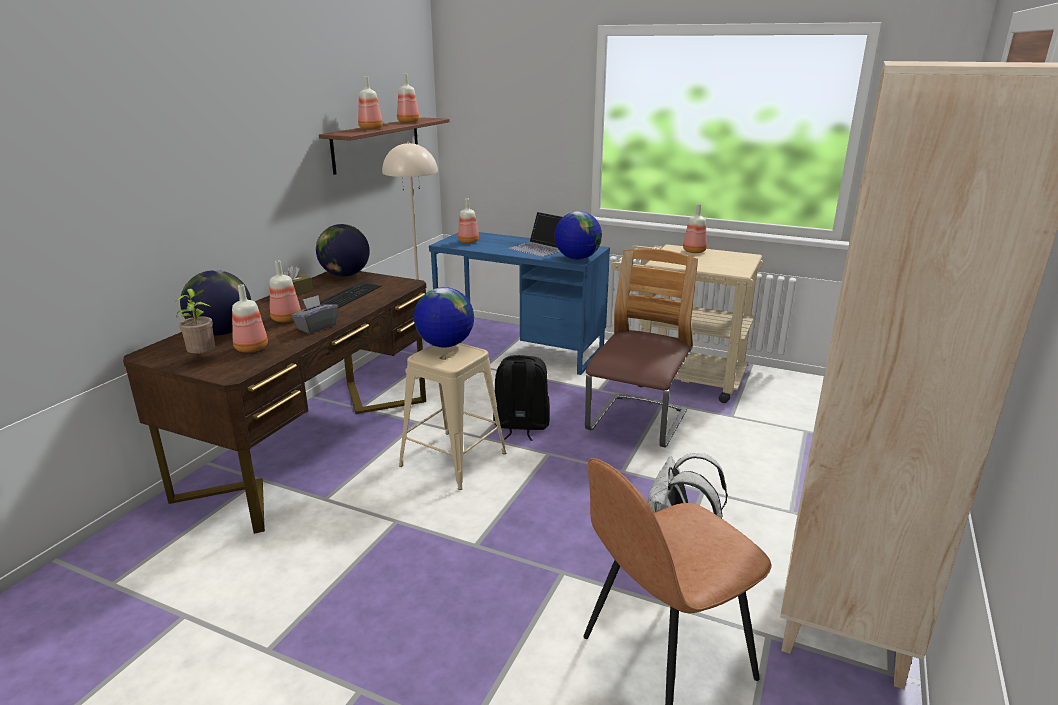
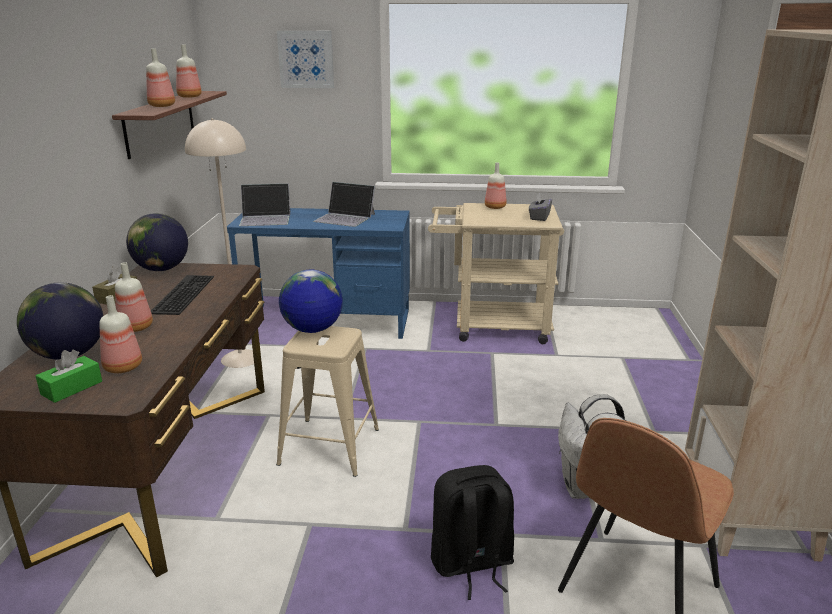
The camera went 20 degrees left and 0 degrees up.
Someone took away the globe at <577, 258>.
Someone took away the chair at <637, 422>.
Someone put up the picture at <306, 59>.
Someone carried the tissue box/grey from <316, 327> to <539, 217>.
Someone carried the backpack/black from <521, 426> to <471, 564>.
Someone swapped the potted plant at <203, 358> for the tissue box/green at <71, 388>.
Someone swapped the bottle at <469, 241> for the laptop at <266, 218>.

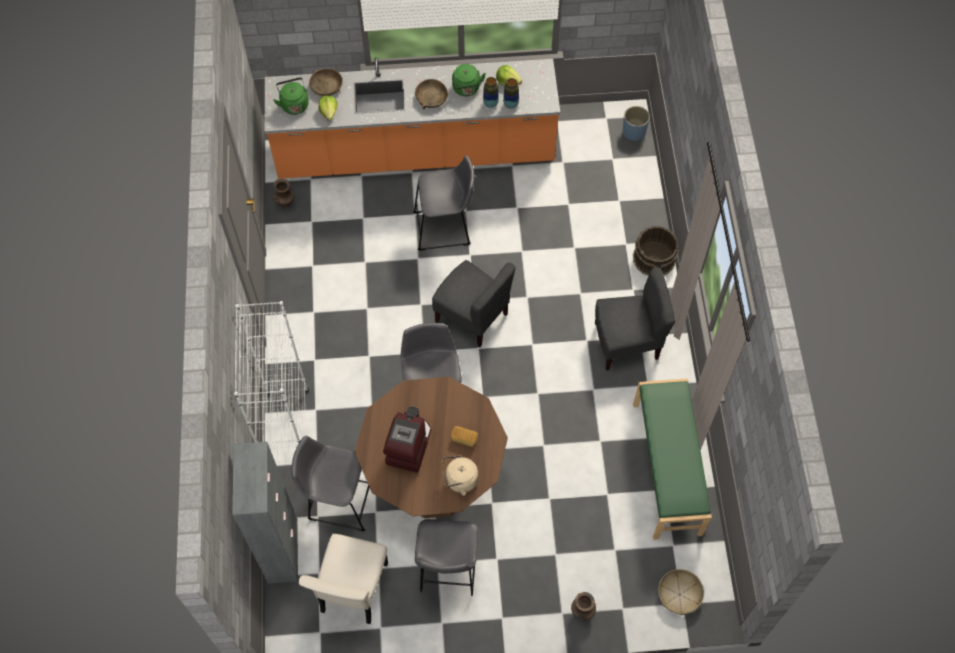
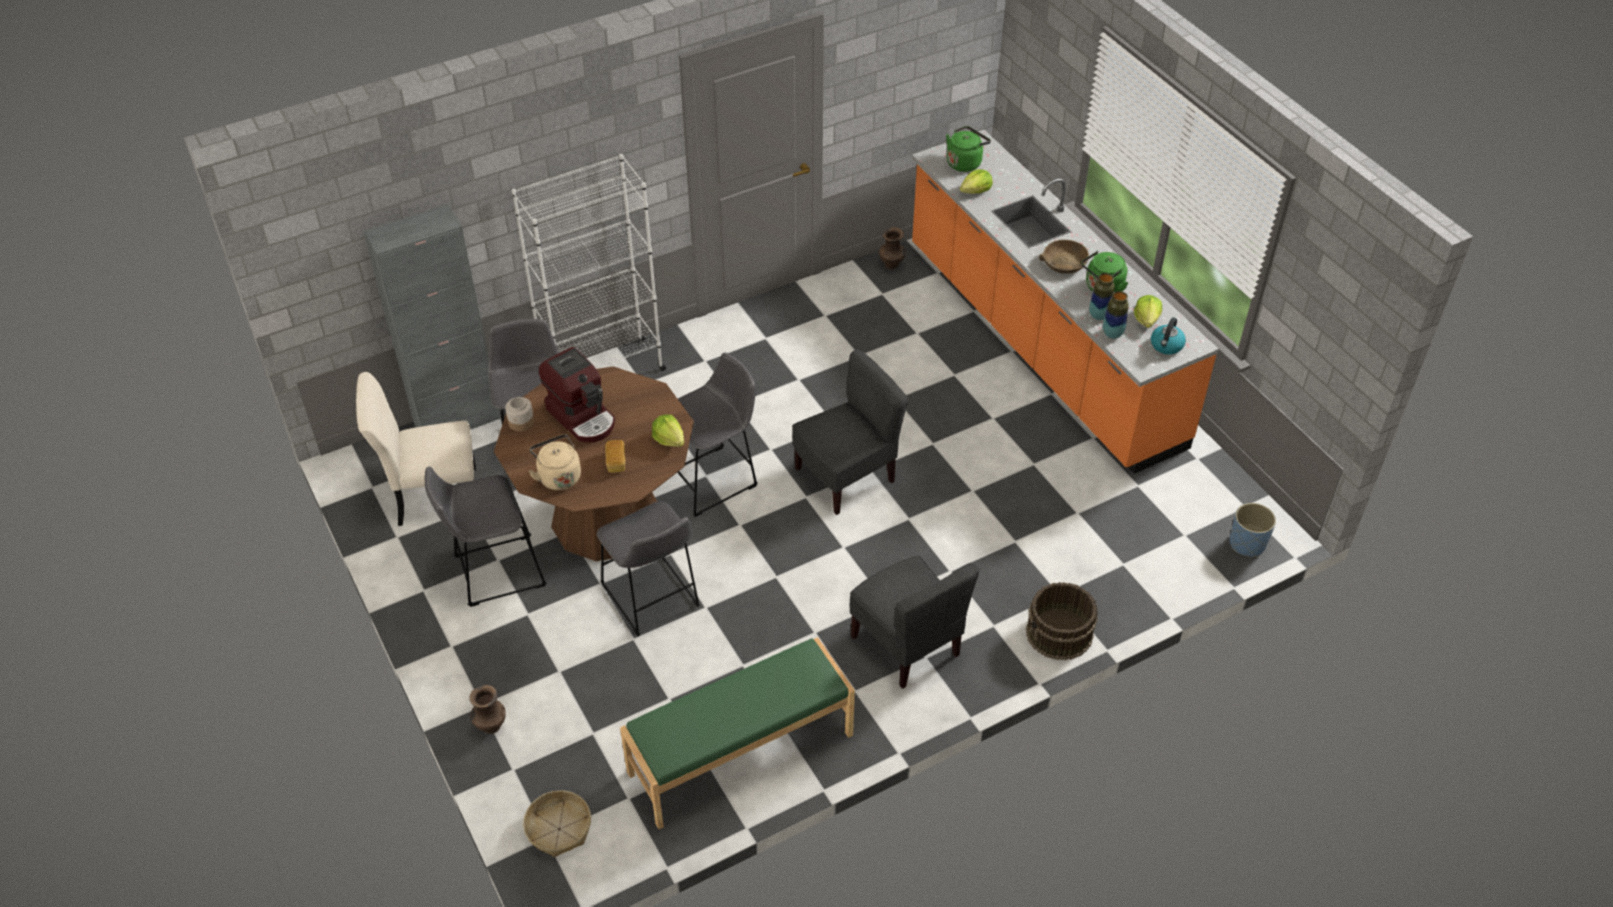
The camera went 65 degrees right and 15 degrees down.
Someone took away the bowl/brown at <326, 86>.
Someone put down the jar at <521, 422>.
Someone put down the lettuce at <669, 439>.
Someone put down the kettle at <1166, 346>.
Someone carried the stool/grey from <445, 228> to <652, 599>.
Someone rotated the coffee machine at <408, 445> by 60 degrees clockwise.
Someone rotated the chair/grey at <472, 317> by 135 degrees counterclockwise.

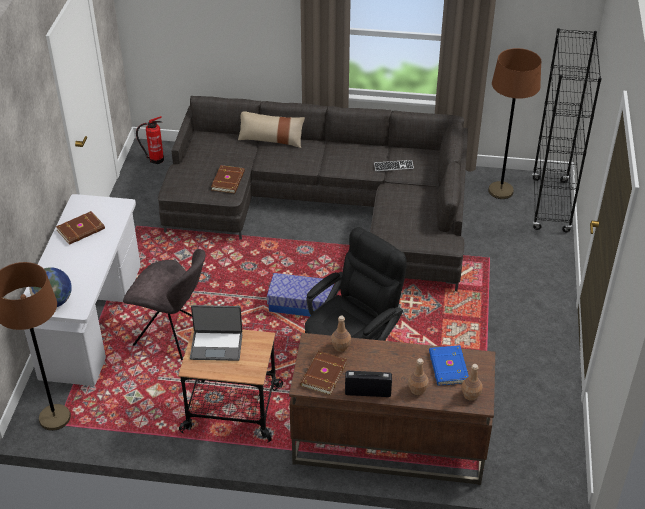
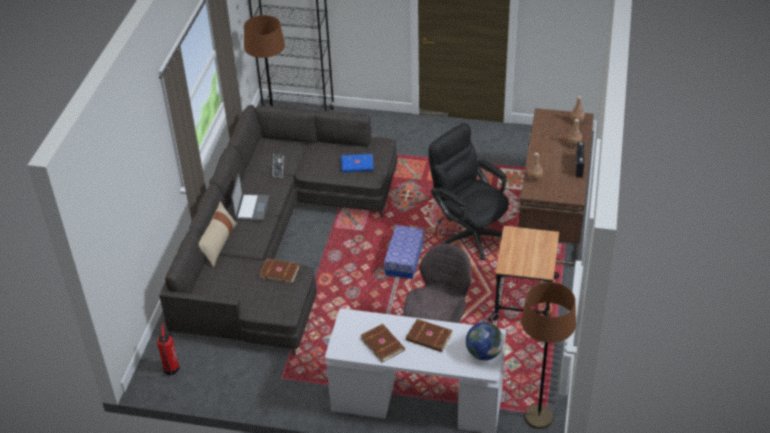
The camera went 85 degrees left and 0 degrees up.
Someone carried the laptop from <216, 345> to <251, 208>.
Someone carried the book/brown from <322, 374> to <429, 338>.
Someone carried the book/blue from <447, 367> to <357, 165>.

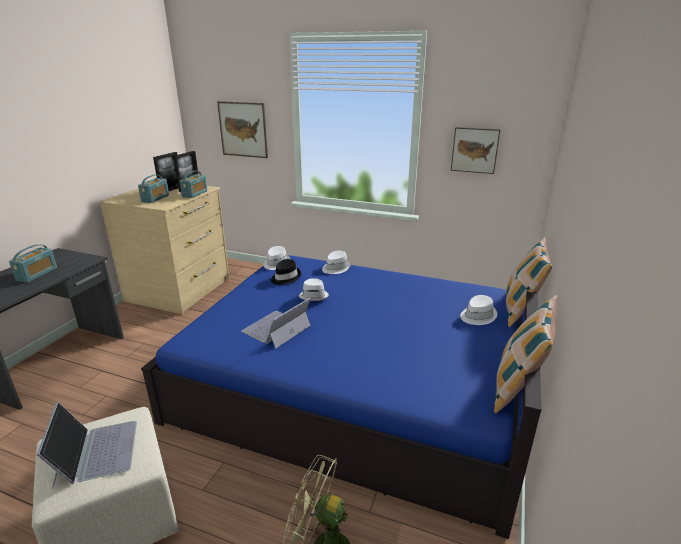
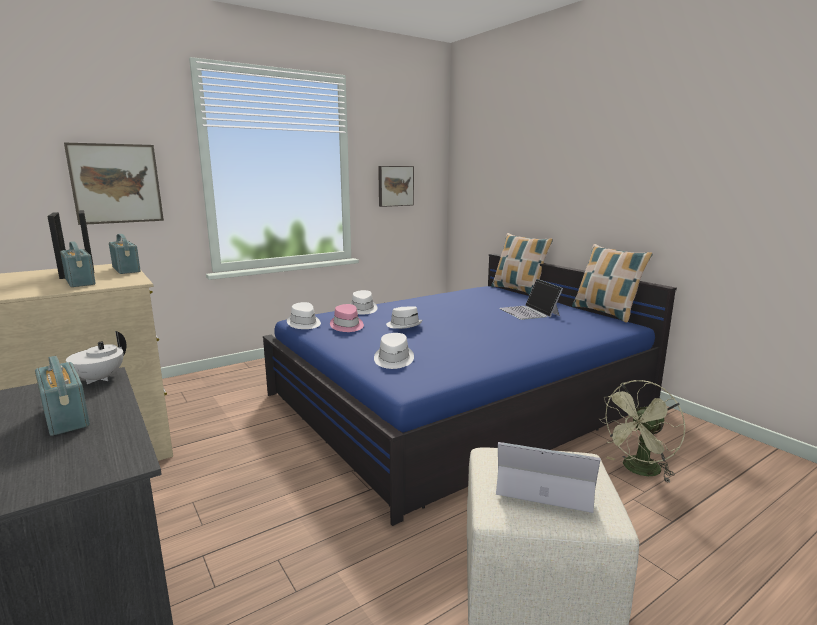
The camera went 55 degrees left and 10 degrees down.
Someone put down the teapot/white at <98, 379>.
Someone carried the laptop from <276, 329> to <529, 312>.
Someone carried the hat/white from <477, 316> to <393, 359>.
Someone repainted the hat/black at <285, 277>, which became the hat/pink at <346, 326>.

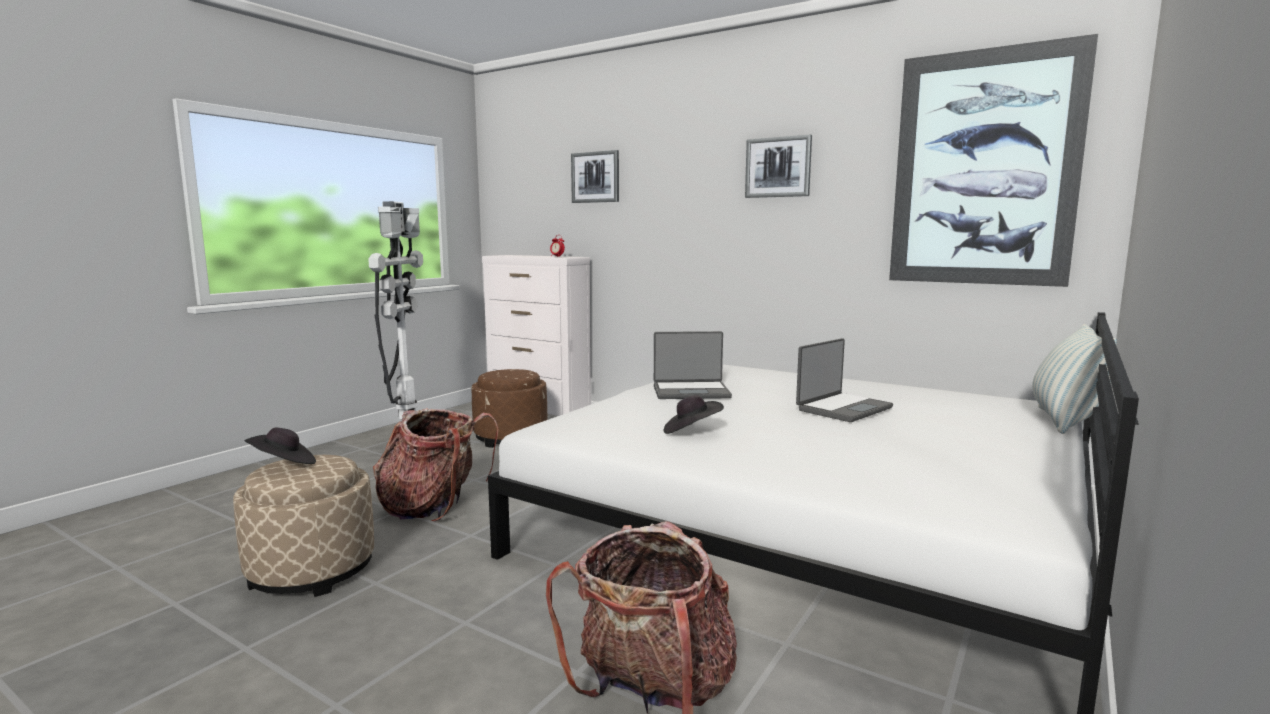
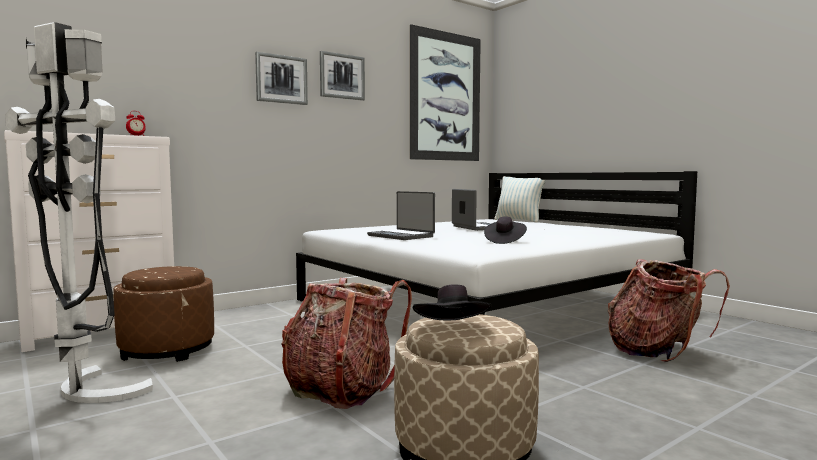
The camera went 70 degrees left and 5 degrees down.
Someone carried the picture from <595, 177> to <281, 79>.
Someone rotated the laptop at <691, 392> by 120 degrees clockwise.

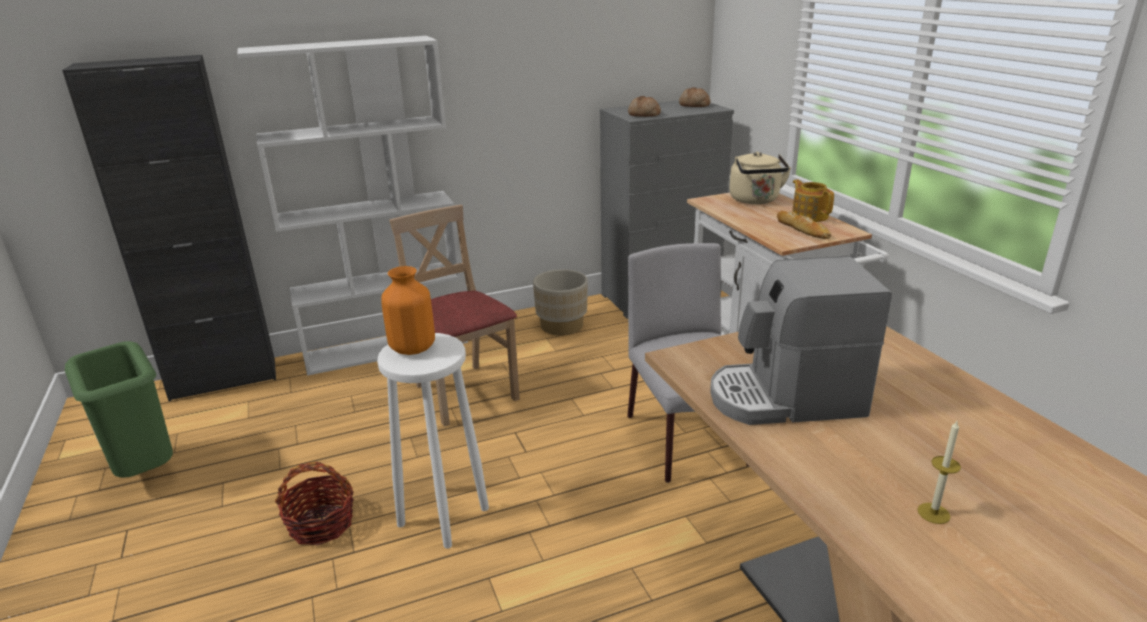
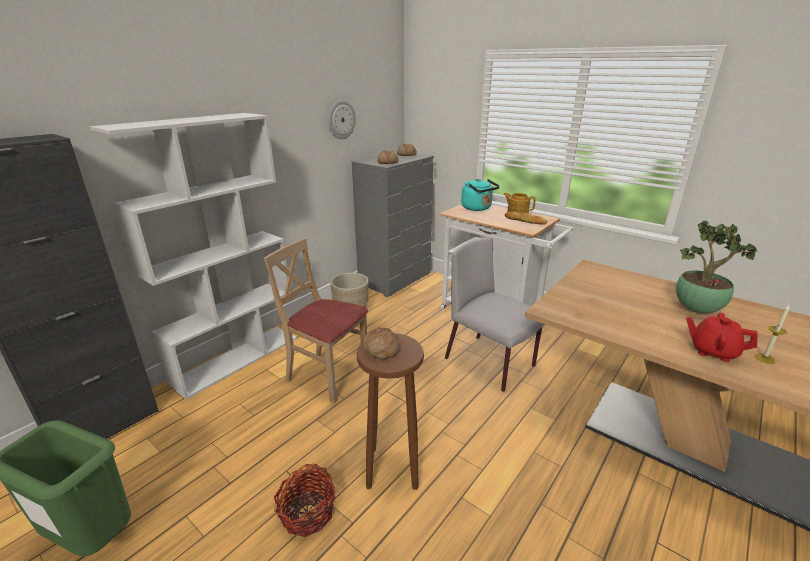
The camera went 30 degrees left and 0 degrees up.
Someone took away the coffee machine at <785, 398>.
Someone put up the wall clock at <341, 119>.
Someone put down the potted plant at <698, 310>.
Someone put down the teapot/red at <712, 351>.
Someone swapped the vase/orange at <412, 348> for the bread at <380, 349>.
Someone repainted the stool/white at <442, 516>, which became the stool/brown at <392, 467>.
Someone repainted the kettle/beige at <755, 200>, which became the kettle/turquoise at <478, 208>.

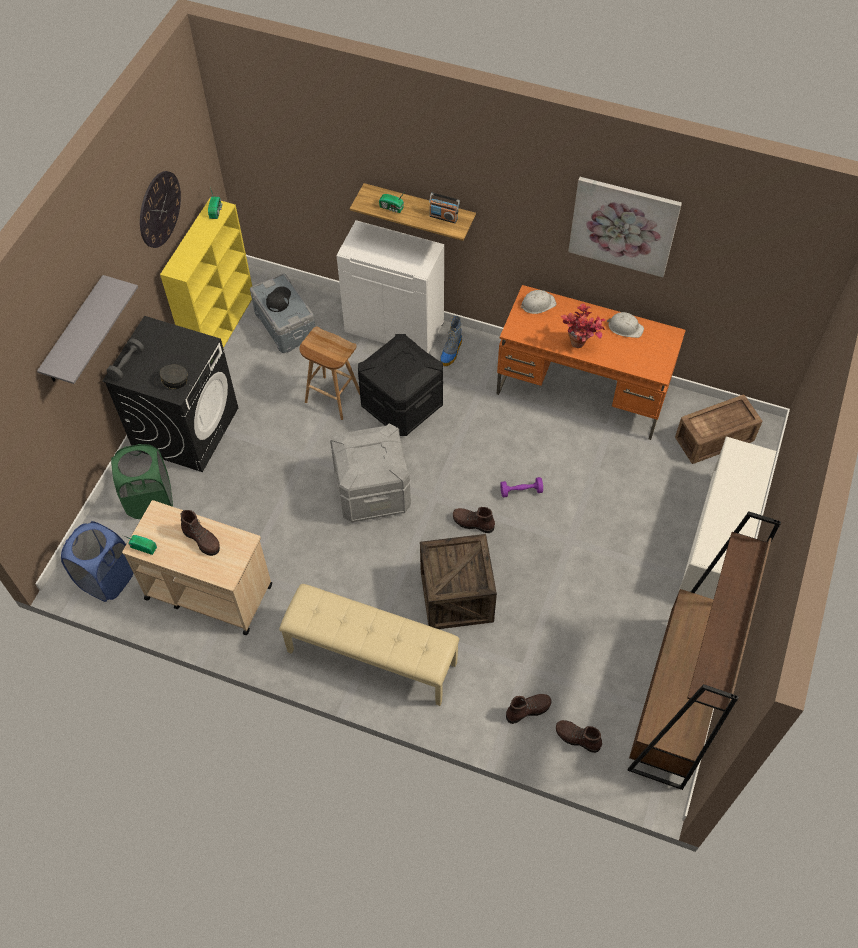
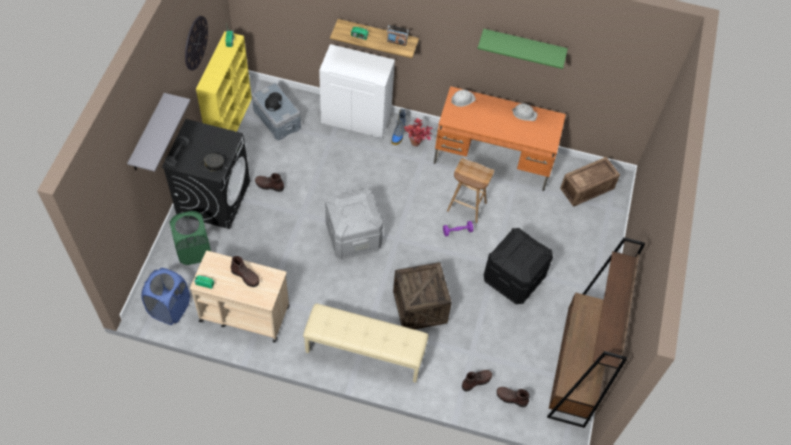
The camera went 10 degrees left and 0 degrees up.
Someone took away the shoe rack/white at <719, 540>.
Someone carried the stool/brown from <332, 398> to <466, 207>.
Someone carried the storage box/black from <402, 405> to <513, 278>.
Someone carried the boot/brown from <473, 523> to <269, 186>.
Someone carried the potted plant from <580, 347> to <417, 145>.
Someone swapped the picture at <623, 226> for the shelf/green at <523, 45>.

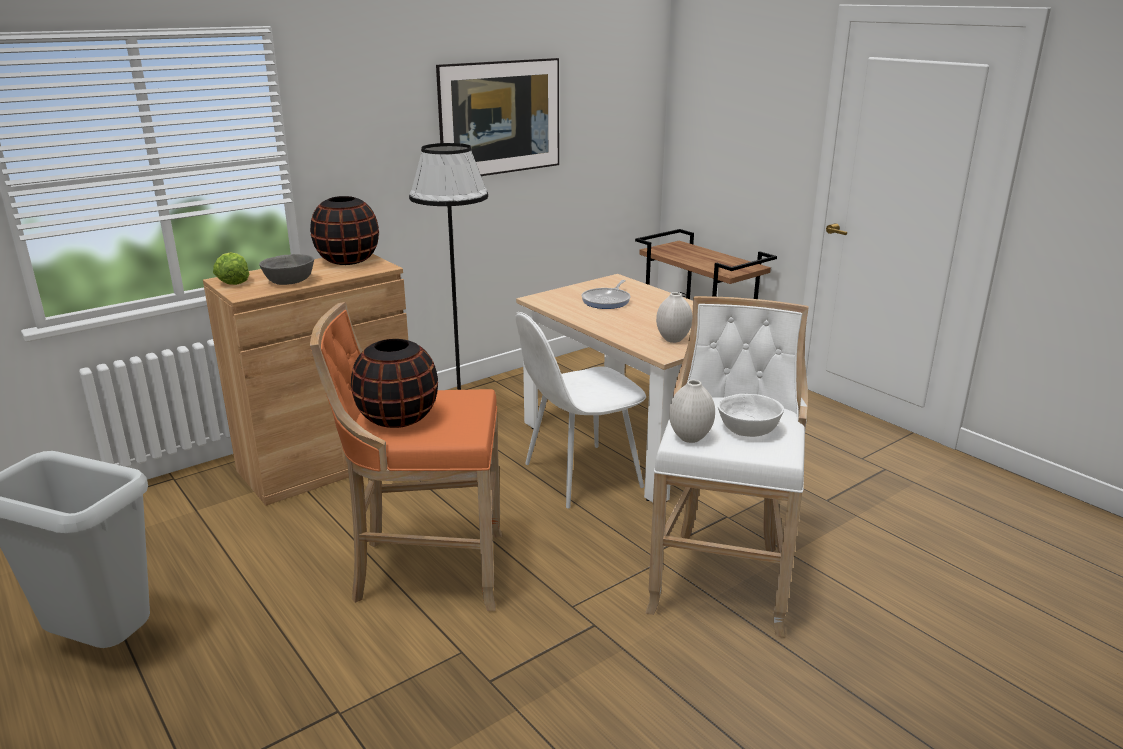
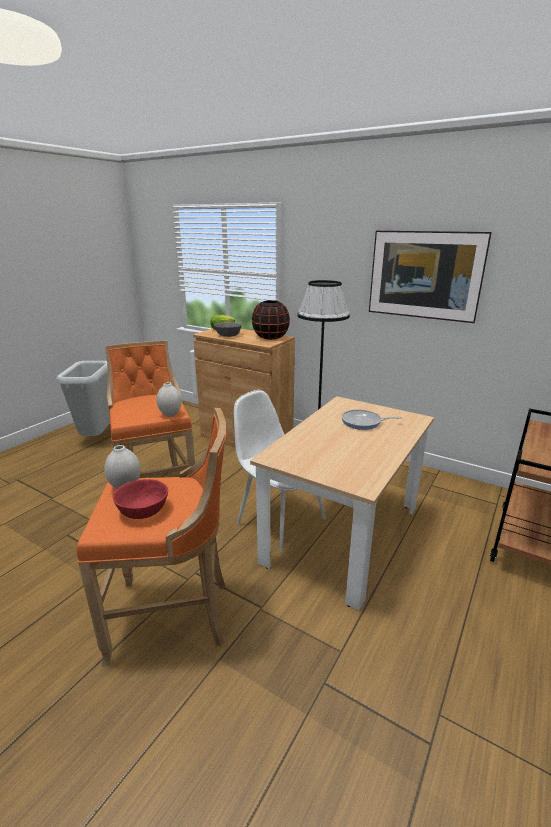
The camera went 70 degrees right and 0 degrees up.
Someone took away the vase/black at <398, 419>.
Someone carried the vase/white from <672, 340> to <170, 414>.
Someone repainted the stool/white at <722, 577>, which became the stool/orange at <174, 616>.
Someone repainted the bowl/white at <748, 429>, which became the bowl/red at <143, 510>.

